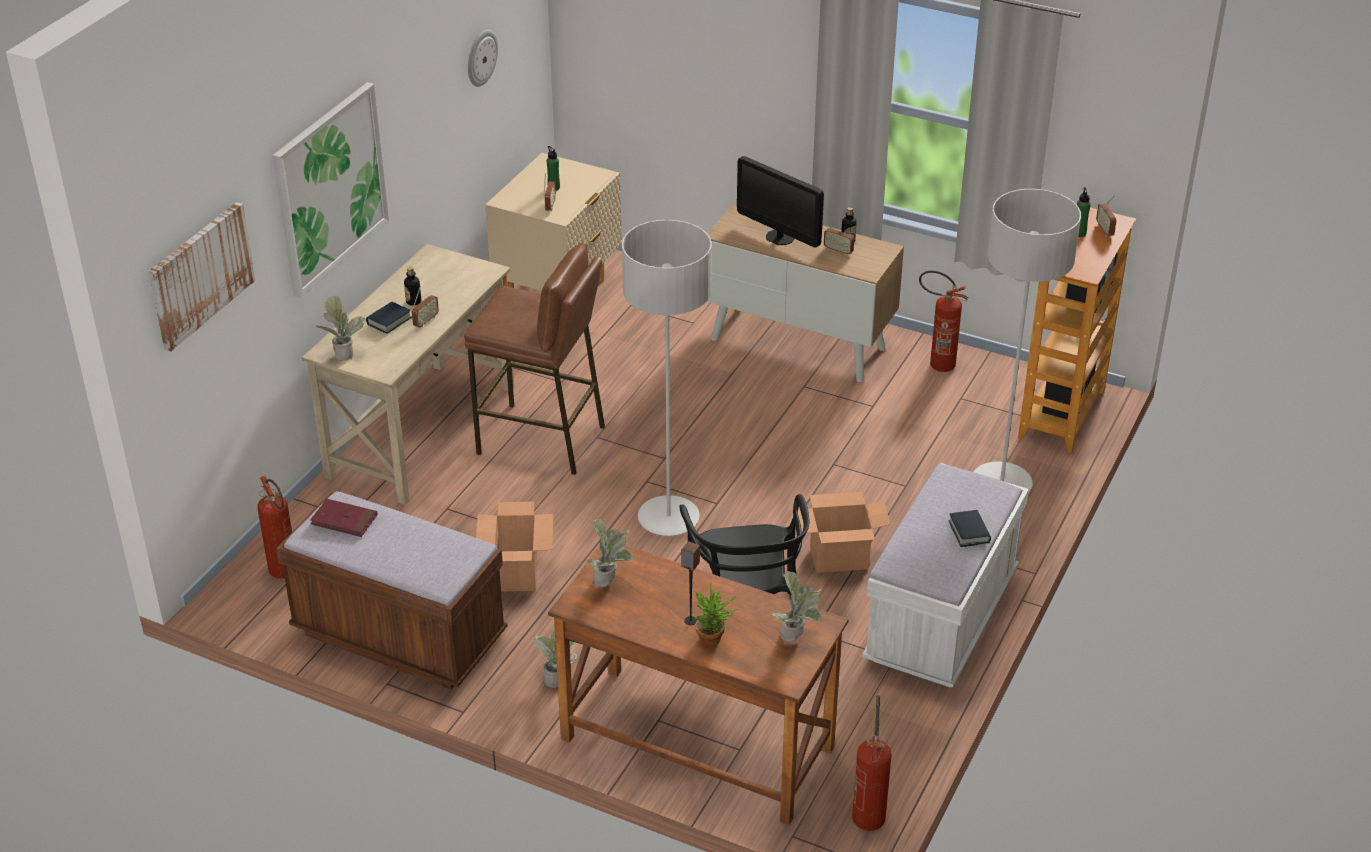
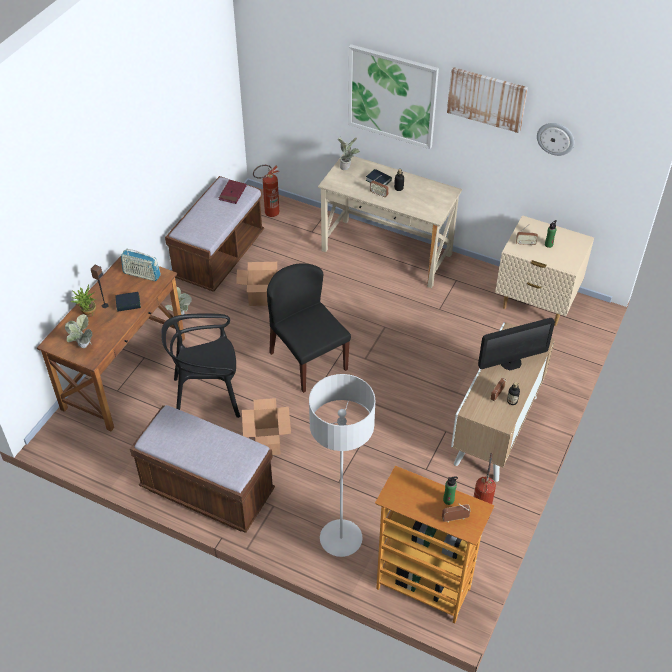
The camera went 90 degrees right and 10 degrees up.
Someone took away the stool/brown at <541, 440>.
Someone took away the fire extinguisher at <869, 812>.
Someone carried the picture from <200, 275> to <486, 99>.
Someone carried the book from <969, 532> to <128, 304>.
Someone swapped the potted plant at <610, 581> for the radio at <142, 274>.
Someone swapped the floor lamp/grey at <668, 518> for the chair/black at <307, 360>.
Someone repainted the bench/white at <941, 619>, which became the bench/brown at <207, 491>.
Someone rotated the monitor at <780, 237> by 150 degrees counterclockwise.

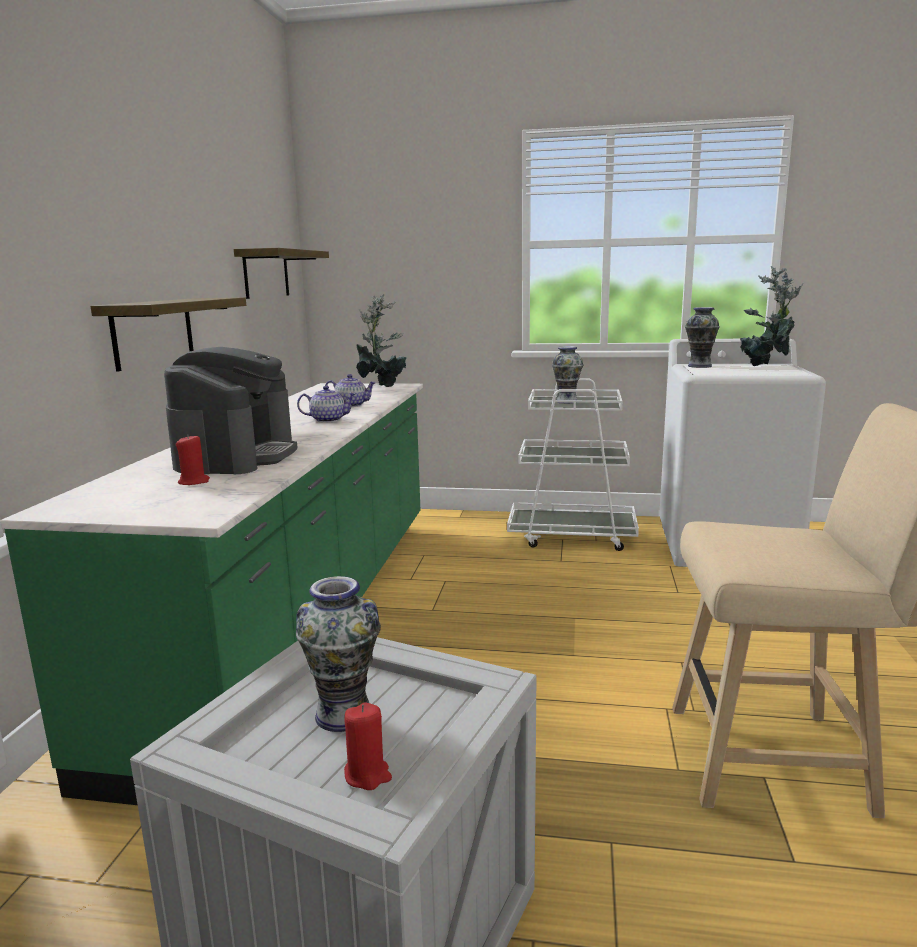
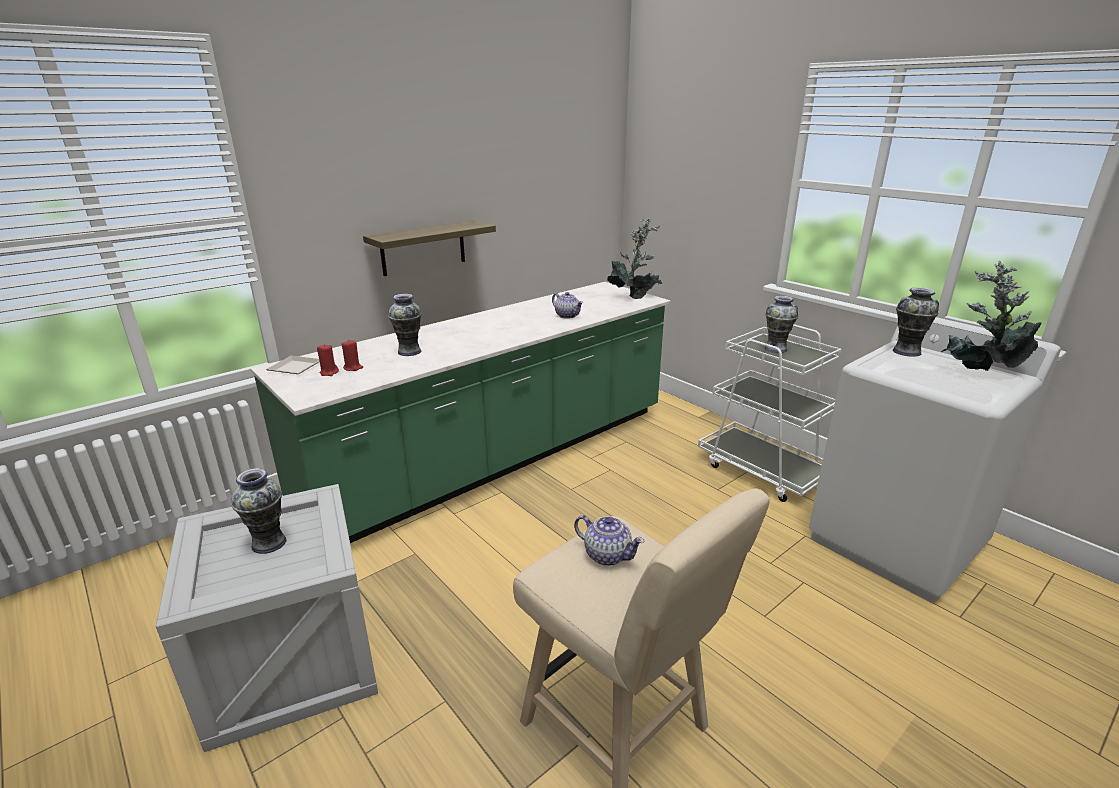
The camera went 40 degrees right and 10 degrees up.
Someone took away the shelf at <266, 274>.
Someone put down the plate at <295, 367>.
Someone carried the teapot from <327, 420> to <607, 554>.
Someone carried the candle/red from <367, 775> to <329, 372>.
Someone swapped the coffee machine at <237, 456> for the vase at <409, 351>.

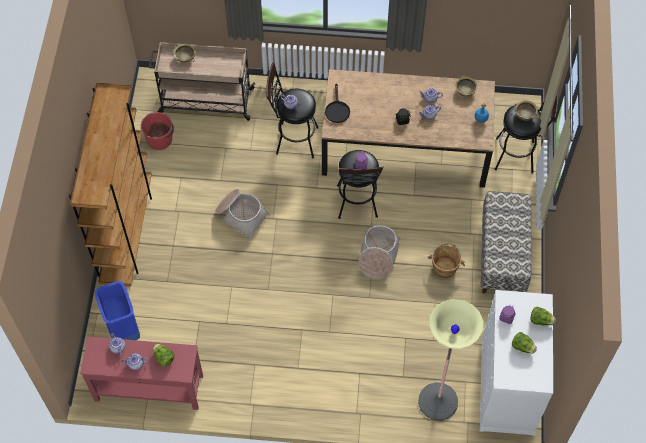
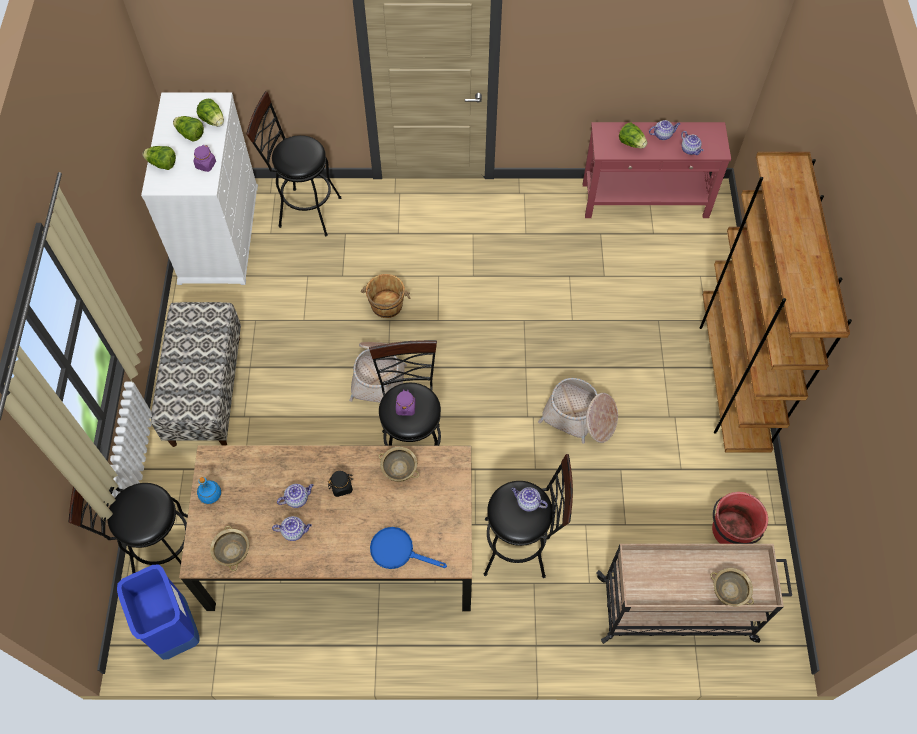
The camera went 175 degrees right and 0 degrees up.
Someone took away the frying pan/black at <337, 110>.
Someone put down the lettuce at <213, 121>.
Someone put down the frying pan/blue at <398, 551>.
Someone carried the trash can/blue from <123, 331> to <176, 630>.
Someone carried the bucket/brown from <445, 267> to <386, 305>.
Someone carried the bowl/beige from <525, 114> to <399, 469>.
Someone swapped the floor lamp at <438, 401> for the stool/black at <304, 211>.

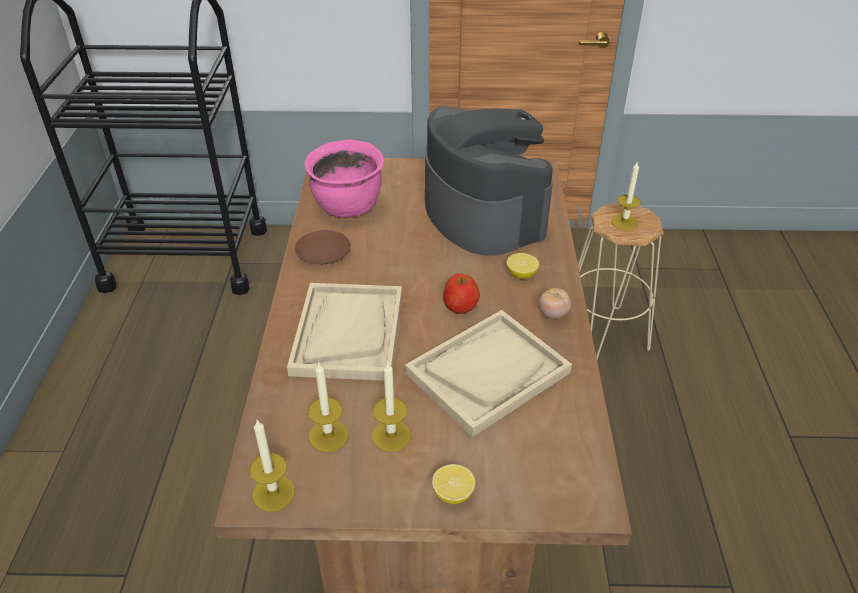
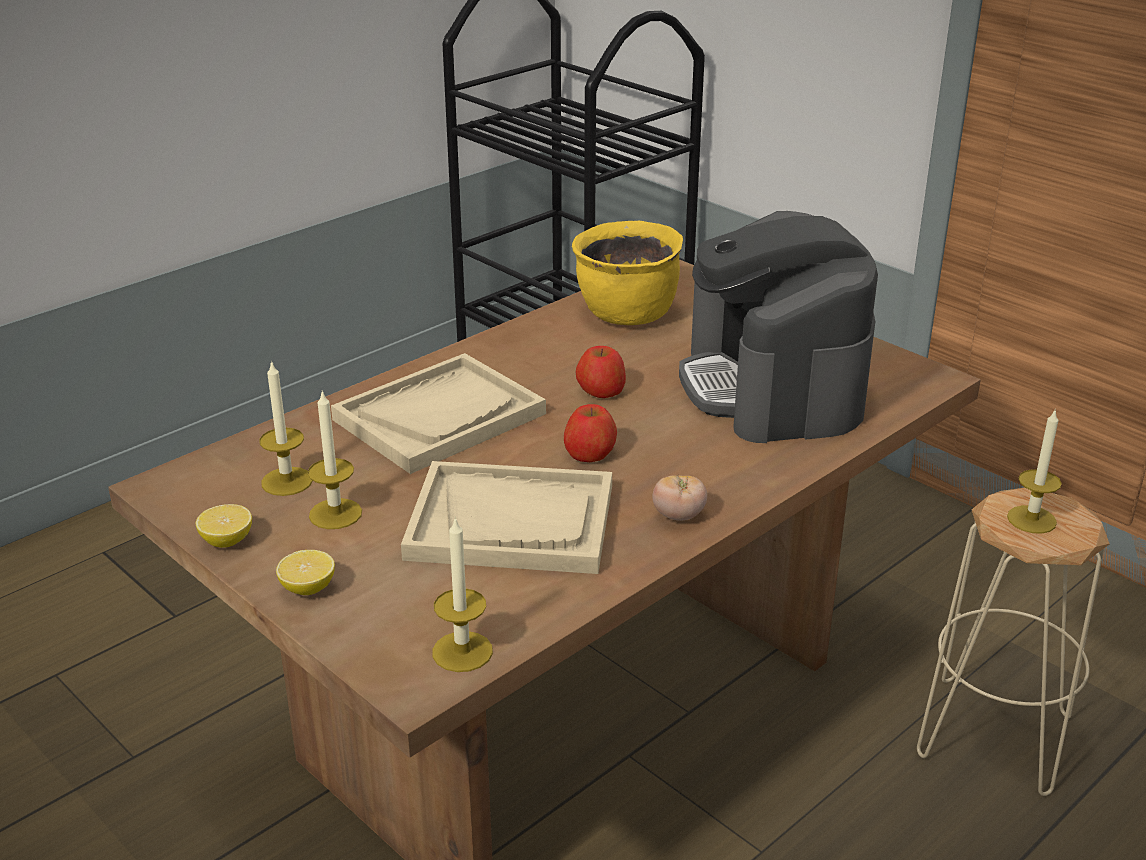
The camera went 45 degrees right and 10 degrees down.
Someone took away the plate/brown at <323, 253>.
Someone put down the apple at <601, 391>.
Someone carried the candle from <273, 493> to <462, 651>.
Someone carried the lemon from <521, 274> to <227, 541>.
Someone repainted the cooking pot/pink at <348, 207>, which became the cooking pot/yellow at <627, 315>.
Someone rotated the coffee machine at <483, 213> by 150 degrees clockwise.

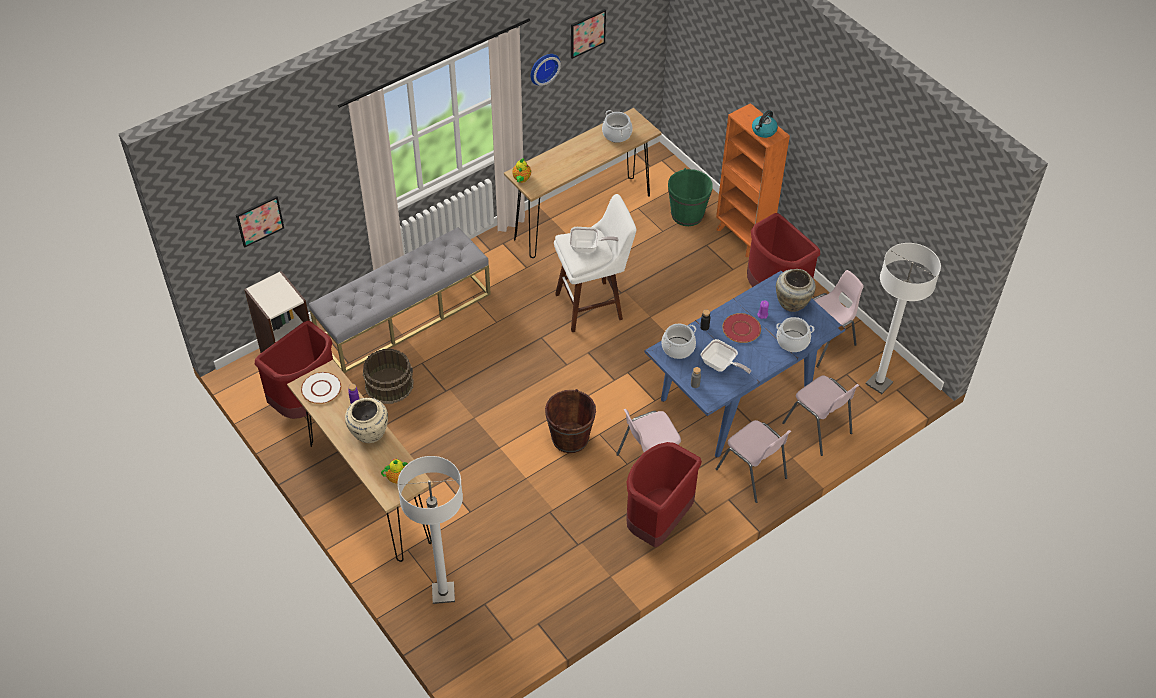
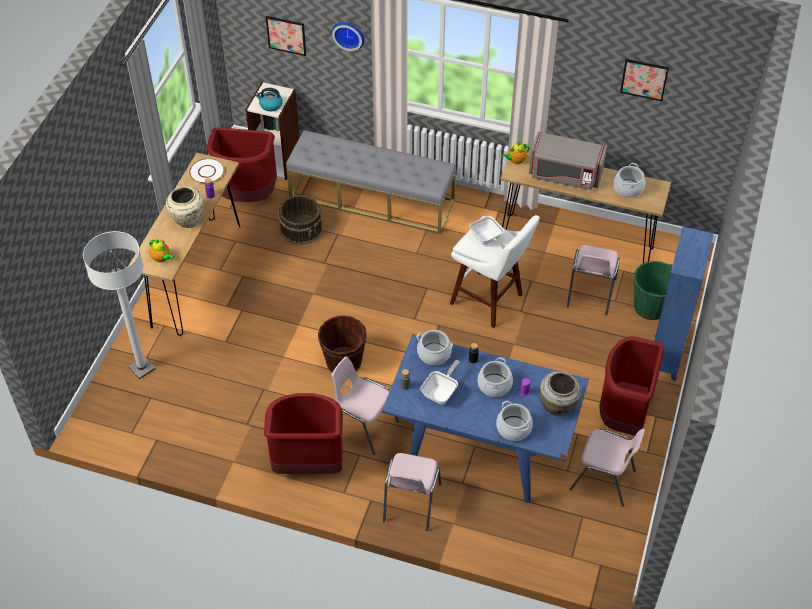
The camera went 55 degrees right and 0 degrees up.
Someone took away the floor lamp/white at <879, 383>.
Someone put down the microwave/grey at <565, 175>.
Someone carried the wall clock from <543, 67> to <349, 34>.
Someone carried the kettle from <763, 131> to <270, 105>.
Someone carried the chair/pink from <817, 428> to <590, 293>.
Someone swapped the plate/red at <741, 329> for the cooking pot at <494, 385>.
Someone repainted the bookcase/orange at <743, 238>, which became the bookcase/blue at <664, 358>.
Someone rotated the frying pan at <721, 365> by 150 degrees counterclockwise.

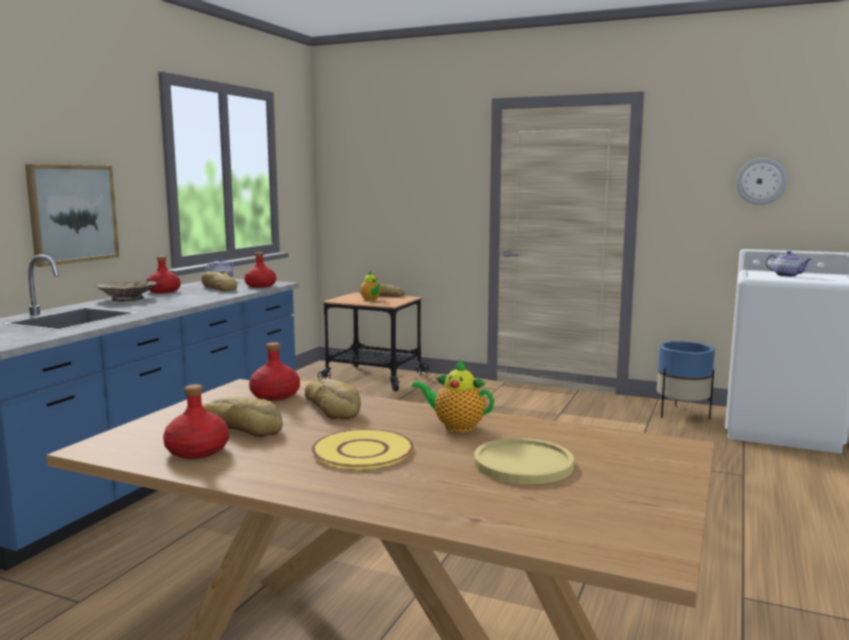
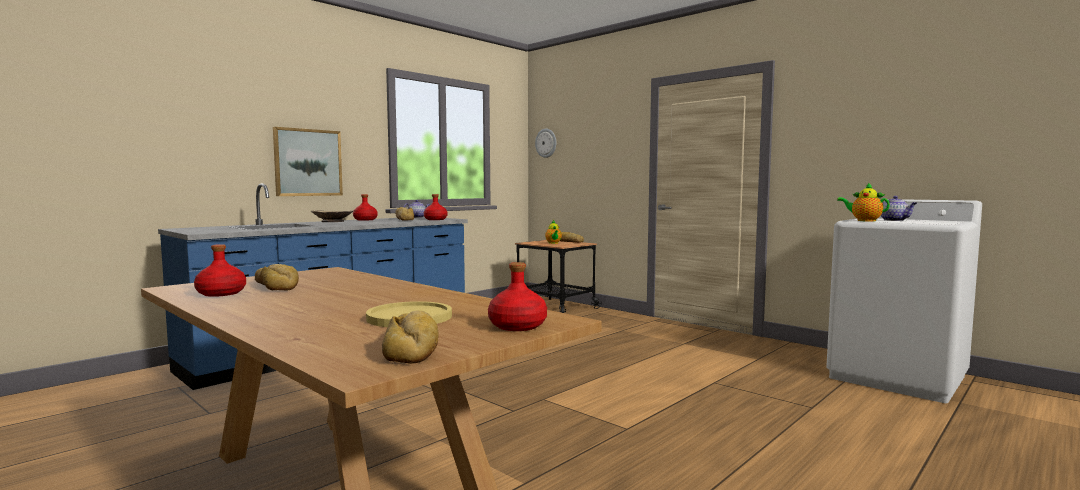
The camera went 20 degrees right and 5 degrees down.
Someone took away the plate/yellow at <363, 451>.
Someone took away the planter/blue at <682, 414>.
Someone carried the bottle/red from <275, 396> to <517, 326>.
Someone carried the bread from <332, 407> to <414, 347>.
Someone carried the teapot from <455, 426> to <864, 220>.
Someone carried the wall clock from <761, 181> to <546, 143>.

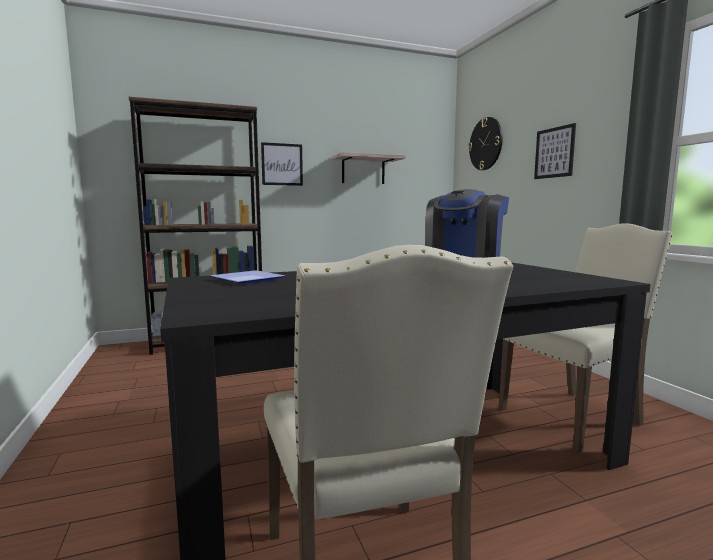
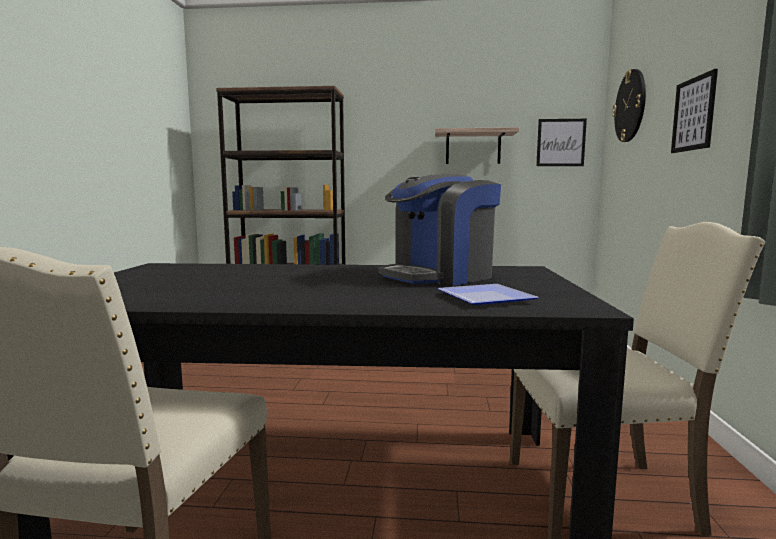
The camera went 25 degrees right and 0 degrees up.
Someone carried the plate from <245, 280> to <482, 298>.
Someone carried the picture from <282, 164> to <561, 142>.

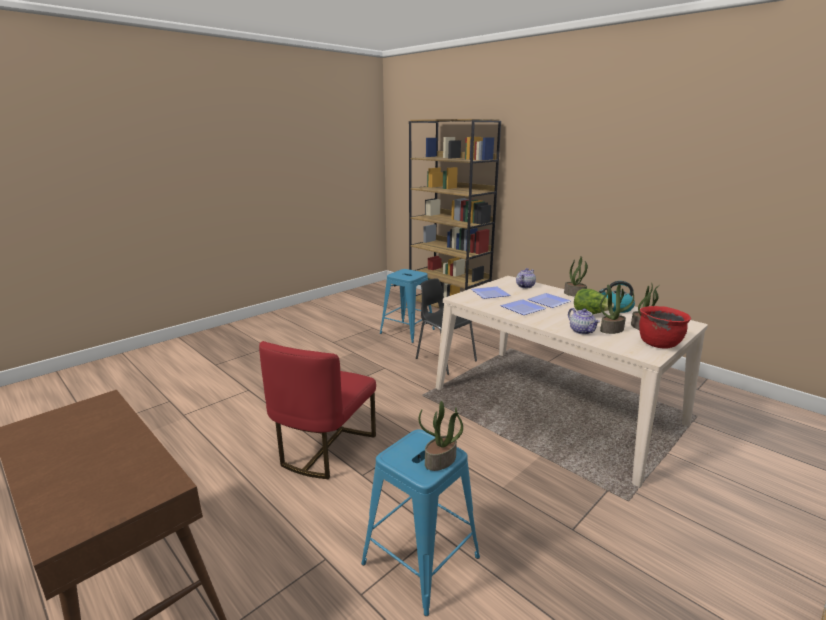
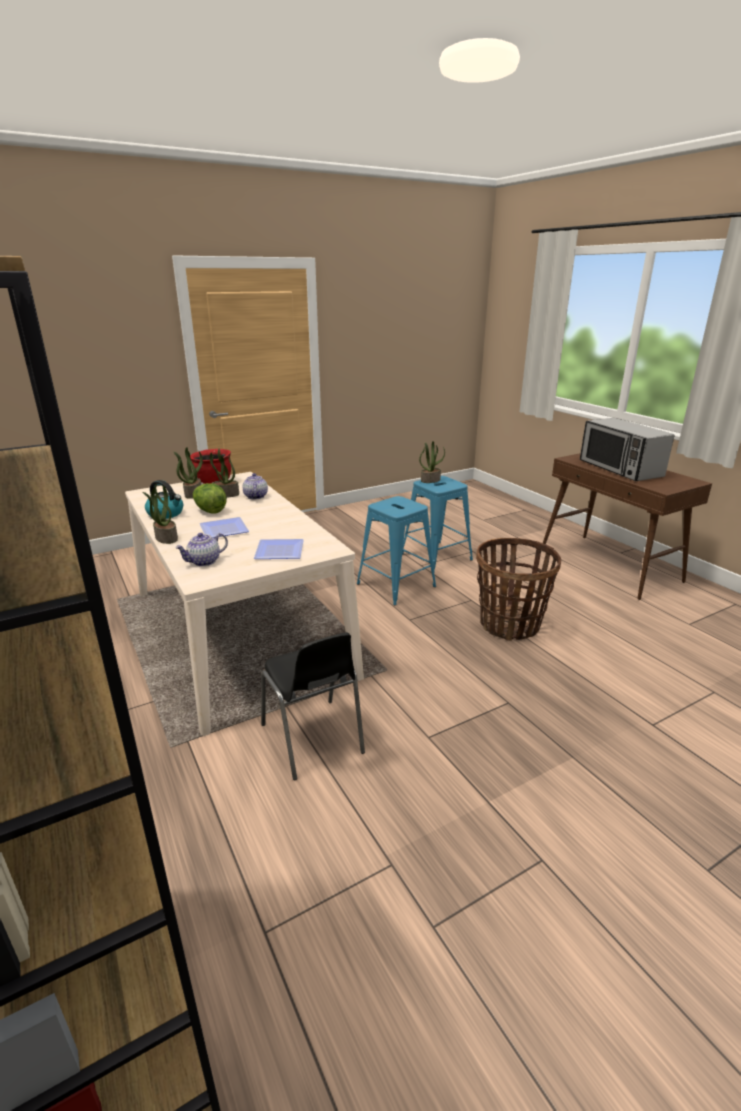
The camera went 165 degrees left and 5 degrees up.
Someone took away the plate at <521, 309>.
Someone put down the microwave at <620, 469>.
Someone carried the stool/blue from <407, 331> to <396, 585>.
Someone swapped the chair/red at <324, 449> for the basket at <510, 624>.

